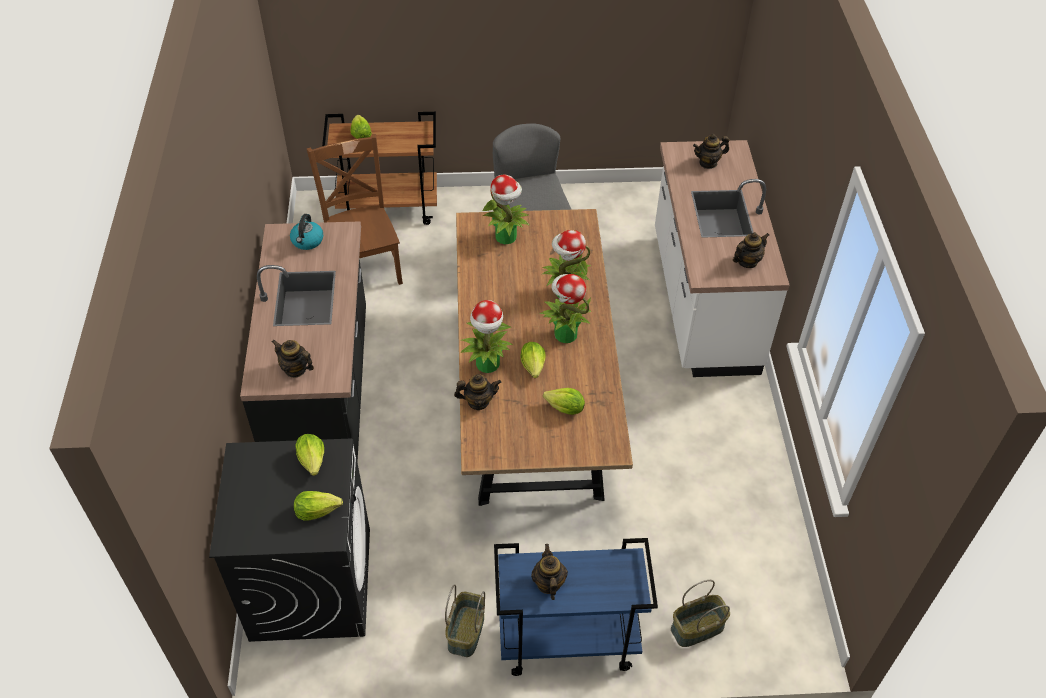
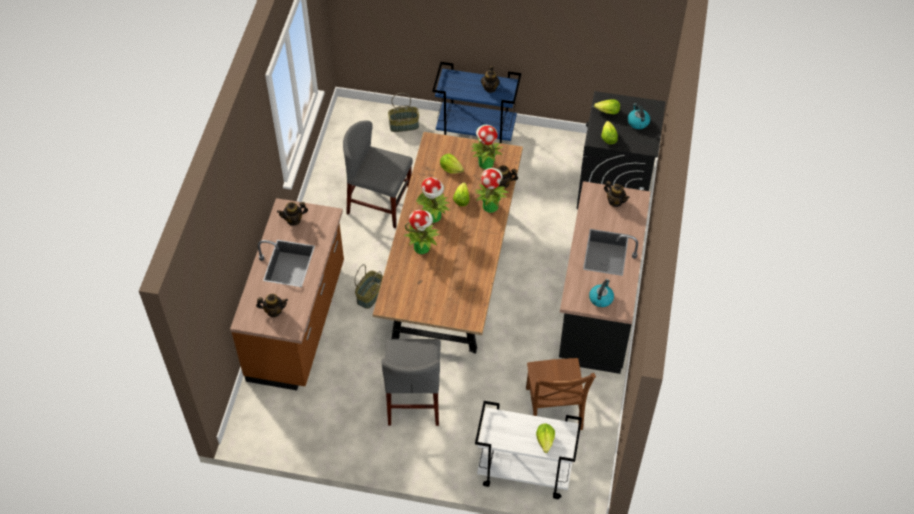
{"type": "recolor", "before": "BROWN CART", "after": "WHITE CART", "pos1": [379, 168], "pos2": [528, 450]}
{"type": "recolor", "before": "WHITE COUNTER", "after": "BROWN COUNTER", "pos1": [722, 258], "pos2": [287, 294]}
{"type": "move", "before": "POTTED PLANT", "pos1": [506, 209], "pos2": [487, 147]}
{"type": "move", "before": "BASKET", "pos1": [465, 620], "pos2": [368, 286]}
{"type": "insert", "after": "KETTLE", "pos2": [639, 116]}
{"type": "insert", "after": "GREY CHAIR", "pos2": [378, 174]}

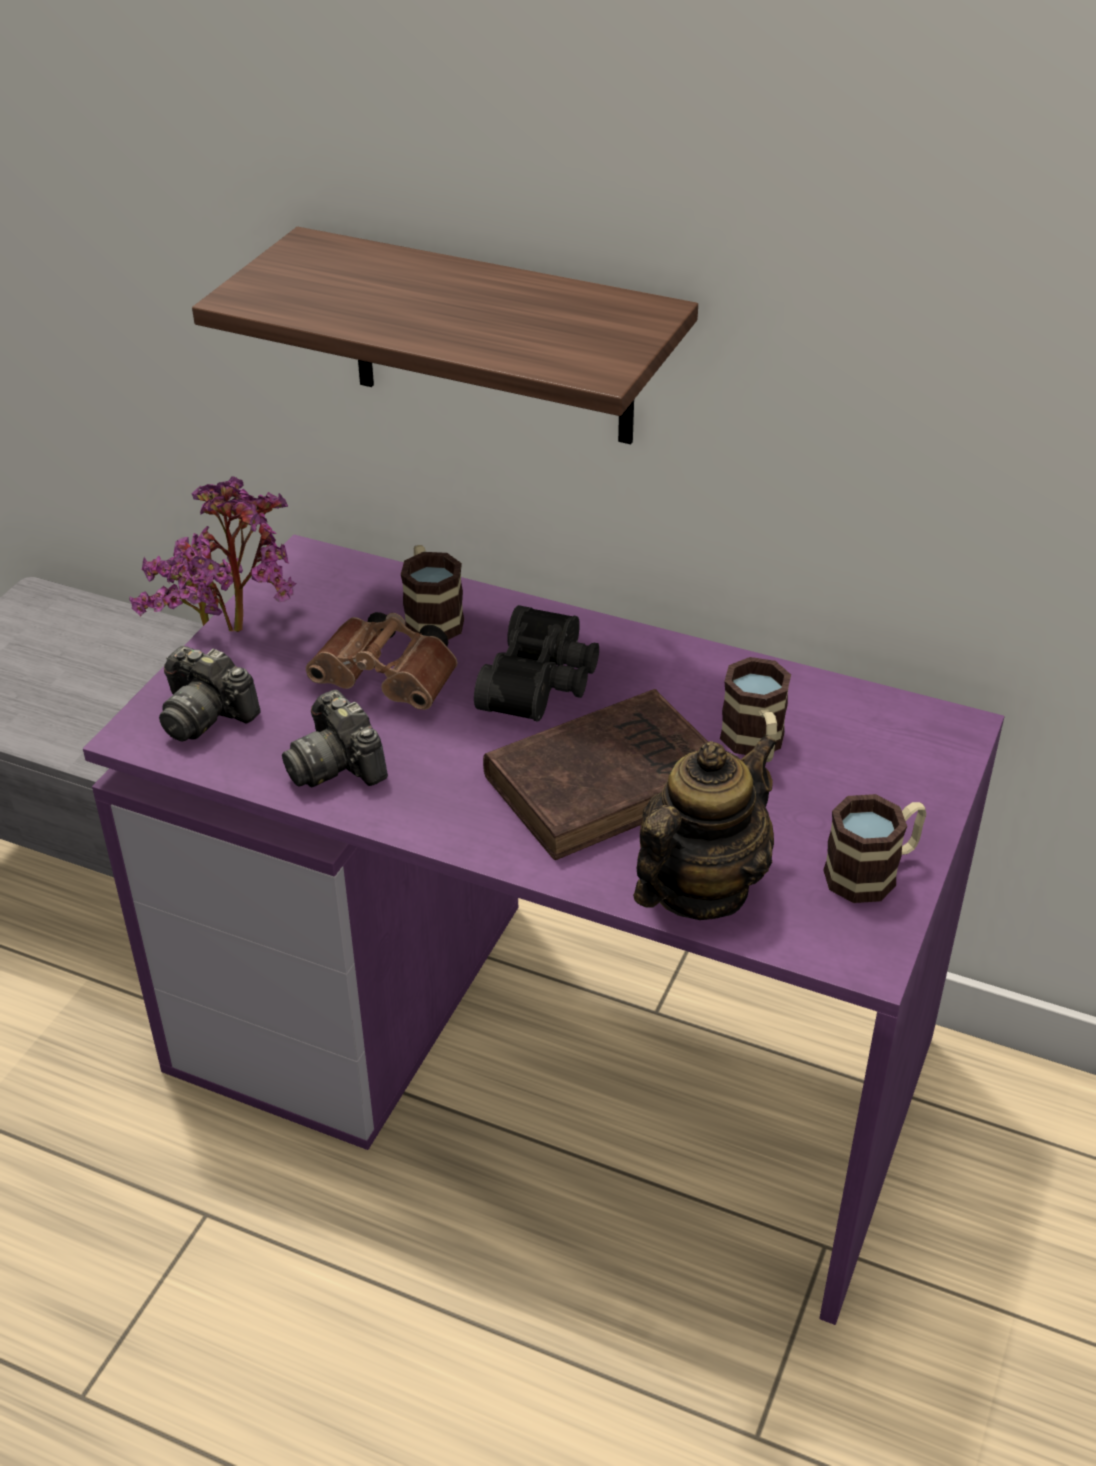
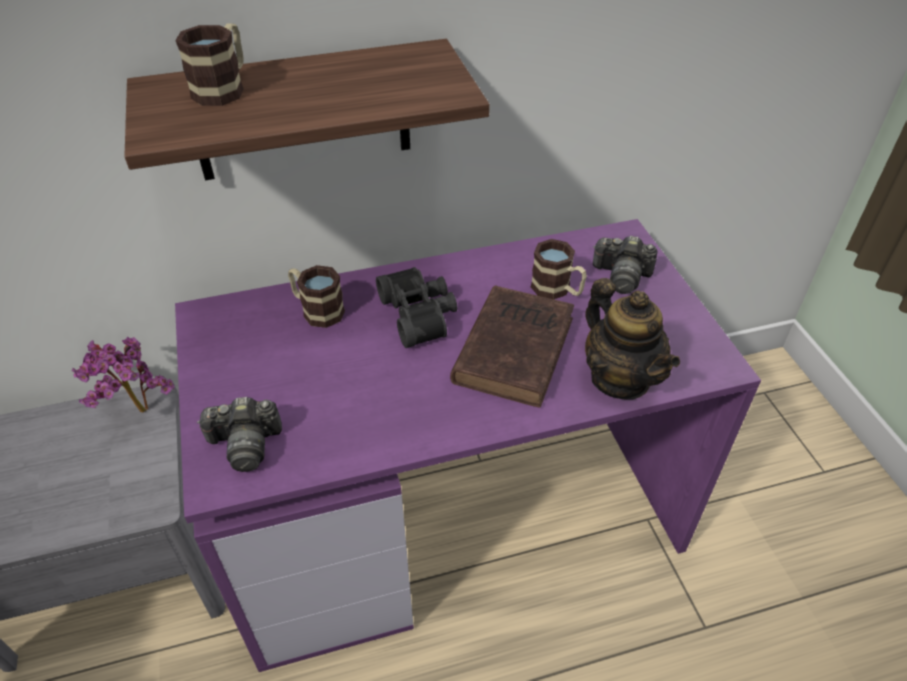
{"type": "delete", "before": "POTTED PLANT", "pos1": [232, 554]}
{"type": "delete", "before": "BROWN BINOCULARS", "pos1": [381, 661]}
{"type": "move", "before": "PHOTO CAMERA", "pos1": [335, 738], "pos2": [625, 264]}
{"type": "rotate", "before": "TEAPOT", "pos1": [705, 827], "pos2": [632, 339], "turn": 150}
{"type": "move", "before": "MUG", "pos1": [874, 848], "pos2": [209, 64]}

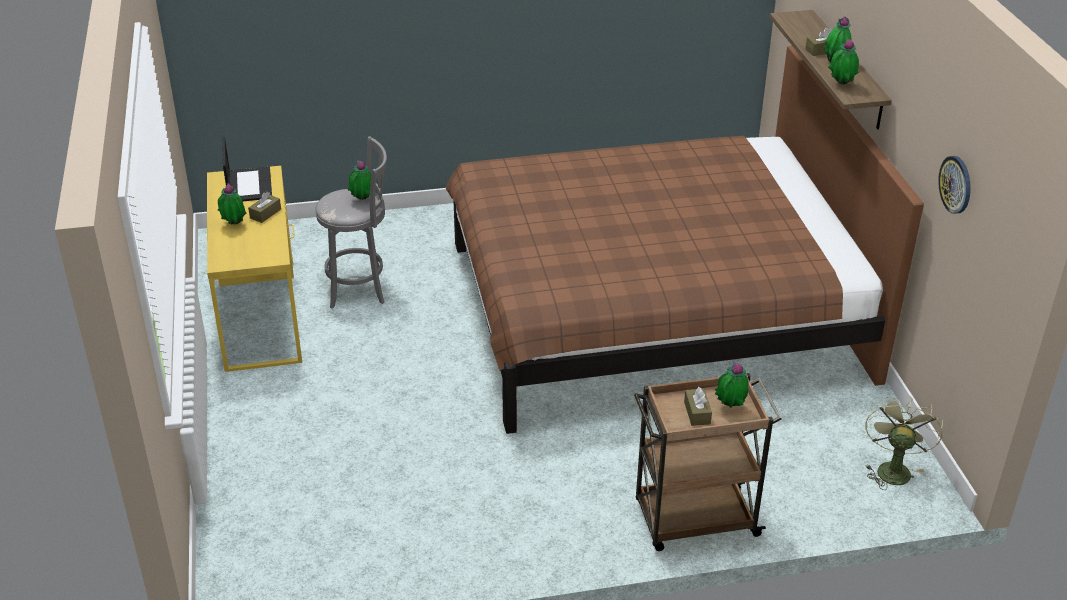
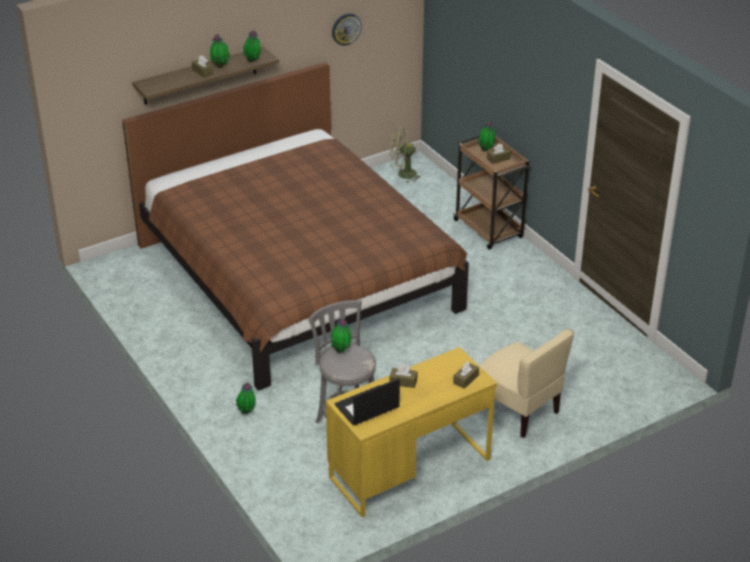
{"type": "move", "before": "POTTED PLANT", "pos1": [232, 203], "pos2": [246, 398]}
{"type": "insert", "after": "BEIGE CHAIR", "pos2": [526, 383]}
{"type": "insert", "after": "BROWN TISSUE BOX", "pos2": [466, 375]}

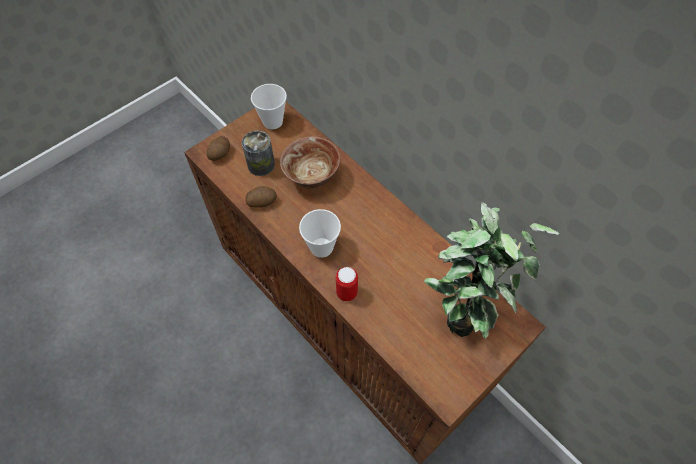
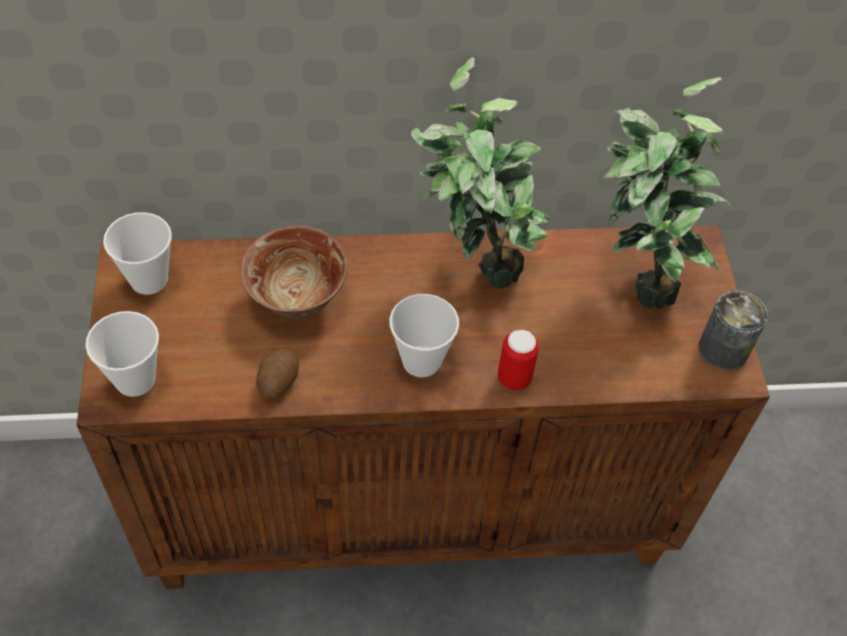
{"type": "move", "before": "CAN", "pos1": [258, 153], "pos2": [733, 331]}
{"type": "replace", "before": "POTATO", "after": "CUP", "pos1": [218, 148], "pos2": [122, 354]}
{"type": "insert", "after": "POTTED PLANT", "pos2": [480, 172]}

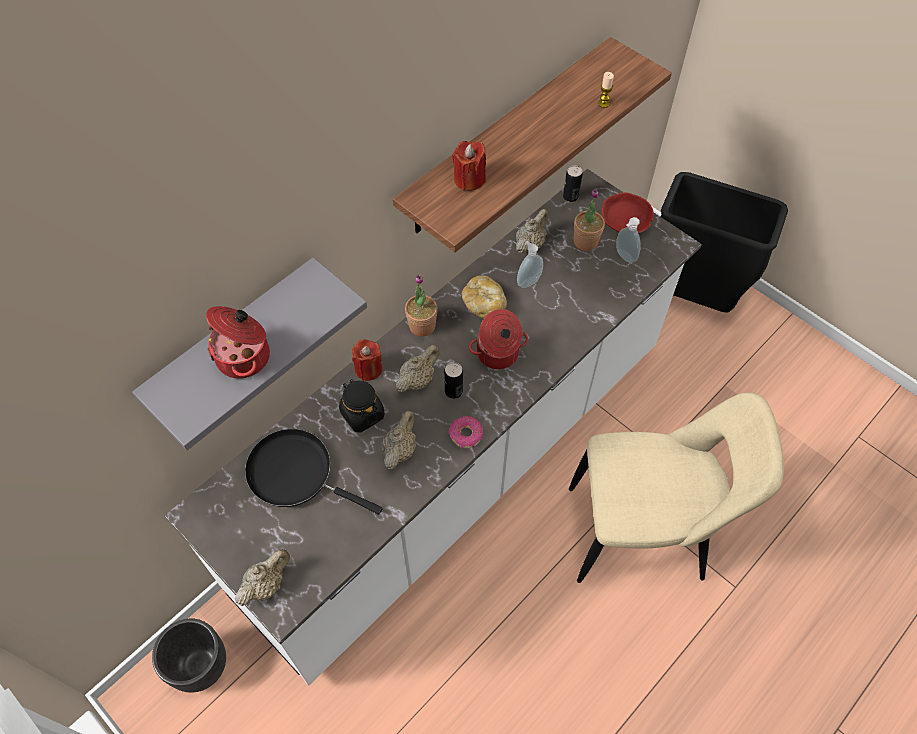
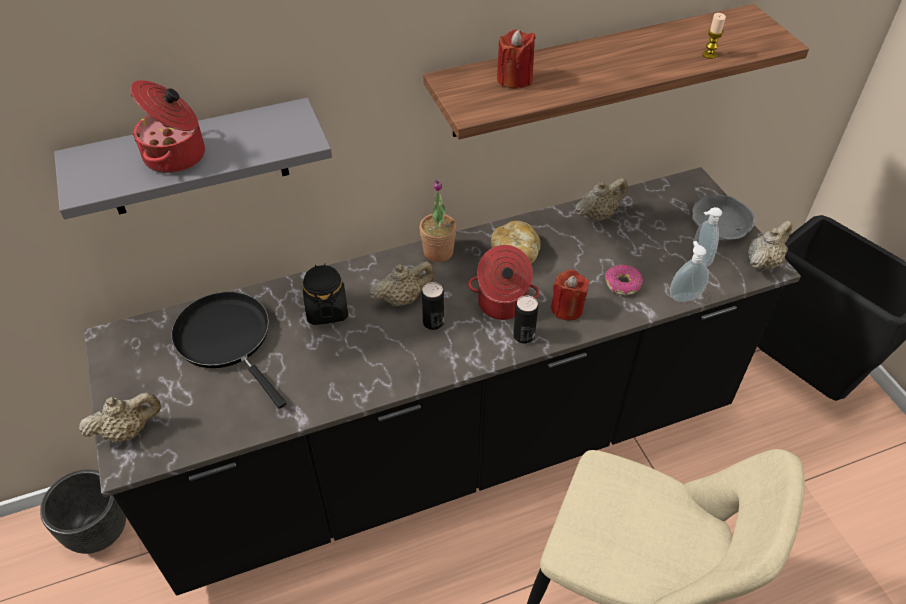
{"type": "move", "before": "CAN", "pos1": [573, 183], "pos2": [525, 320]}
{"type": "recolor", "before": "WHITE COUNTER", "after": "BLACK COUNTER", "pos1": [433, 427], "pos2": [442, 381]}
{"type": "delete", "before": "POTTED PLANT", "pos1": [589, 220]}
{"type": "recolor", "before": "RED BOWL", "after": "GREY BOWL", "pos1": [627, 213], "pos2": [723, 217]}
{"type": "move", "before": "SOAP DISPENSER", "pos1": [530, 264], "pos2": [689, 271]}
{"type": "move", "before": "RED CANDLE", "pos1": [367, 360], "pos2": [570, 295]}
{"type": "move", "before": "BEIGE TEAPOT", "pos1": [398, 440], "pos2": [770, 245]}
{"type": "move", "before": "DONUT", "pos1": [466, 432], "pos2": [624, 279]}

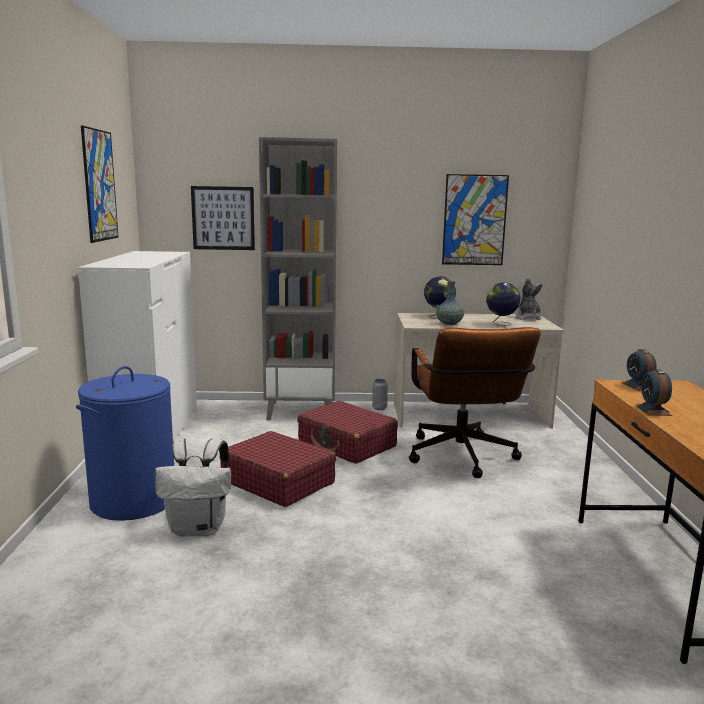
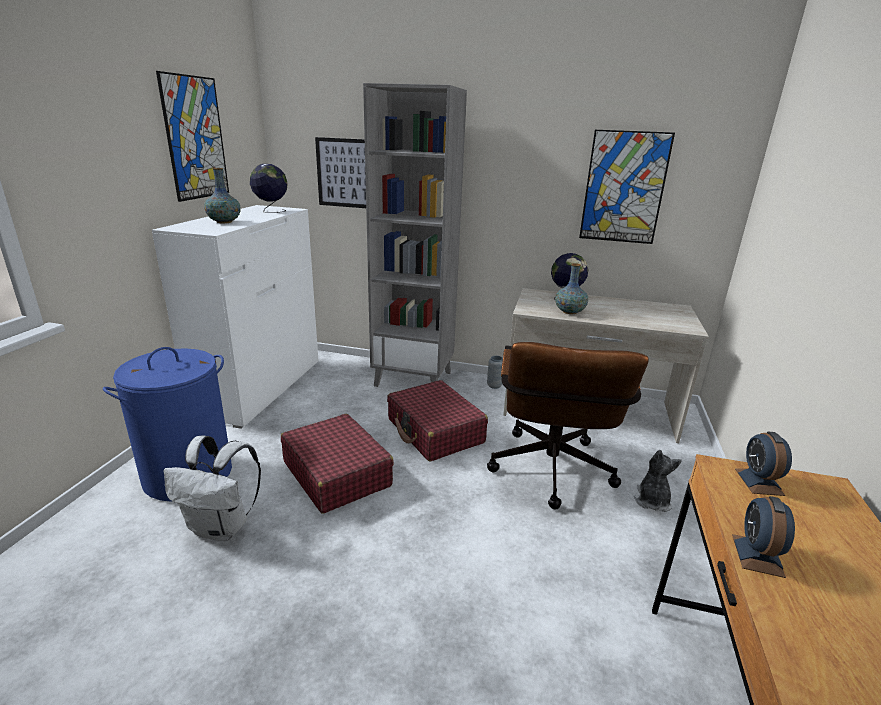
{"type": "move", "before": "PLUSH TOY", "pos1": [529, 299], "pos2": [658, 481]}
{"type": "move", "before": "GLOBE", "pos1": [503, 304], "pos2": [268, 188]}
{"type": "insert", "after": "VASE", "pos2": [222, 195]}

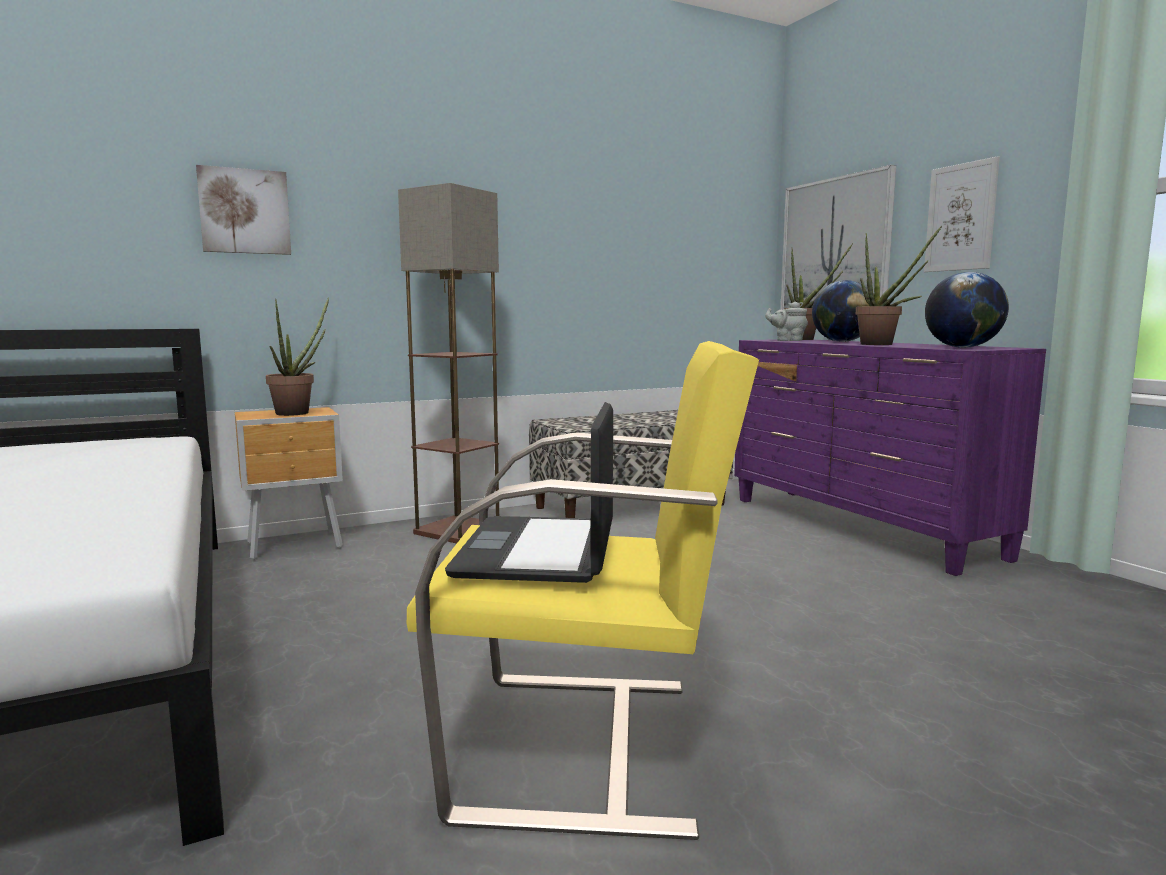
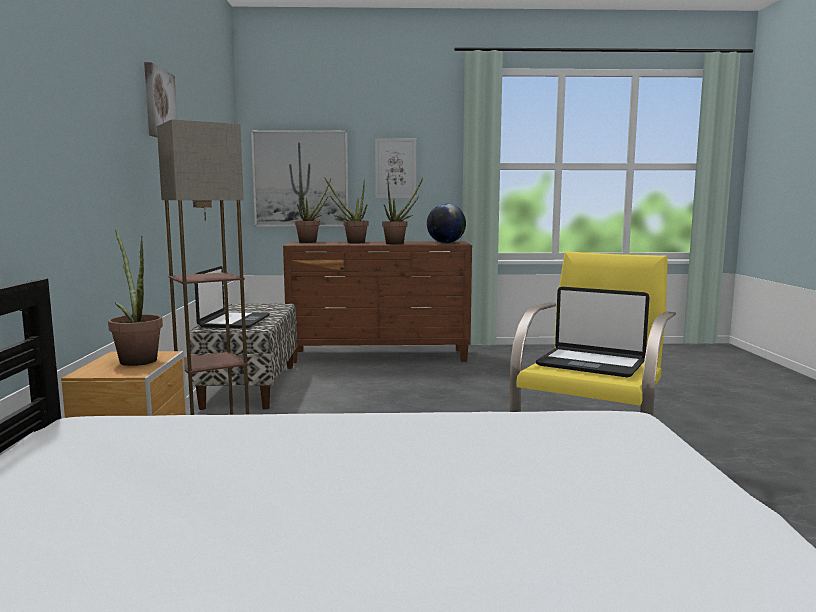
{"type": "move", "before": "PICTURE", "pos1": [243, 210], "pos2": [160, 100]}
{"type": "replace", "before": "GLOBE", "after": "POTTED PLANT", "pos1": [841, 311], "pos2": [346, 210]}
{"type": "delete", "before": "GREY TEAPOT", "pos1": [786, 321]}
{"type": "recolor", "before": "PURPLE DRESSER", "after": "BROWN DRESSER", "pos1": [890, 457], "pos2": [377, 302]}
{"type": "insert", "after": "LAPTOP", "pos2": [232, 297]}

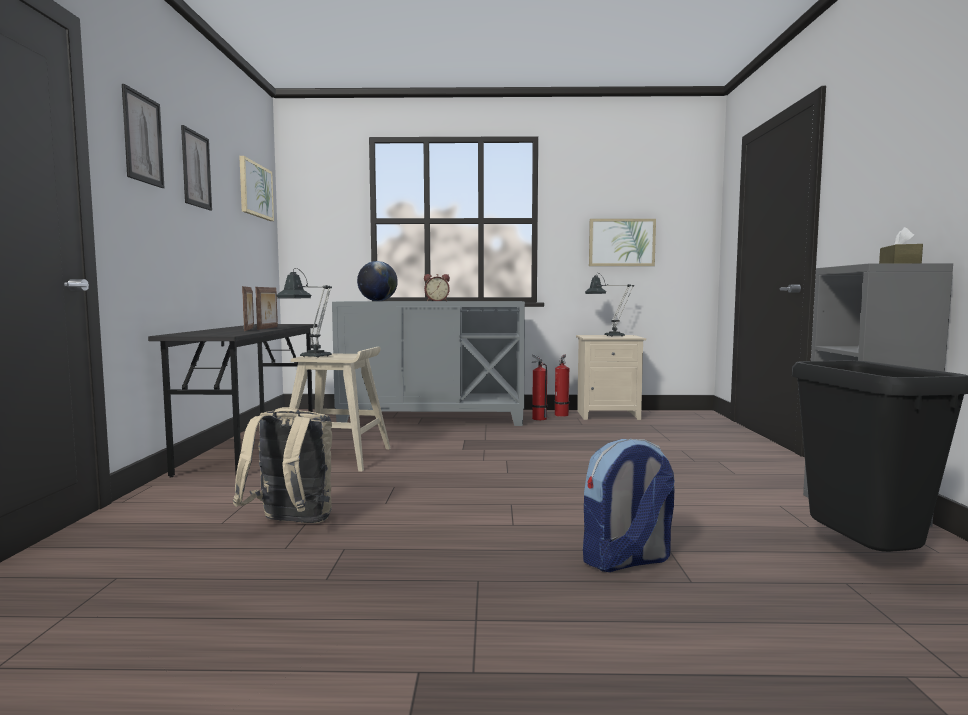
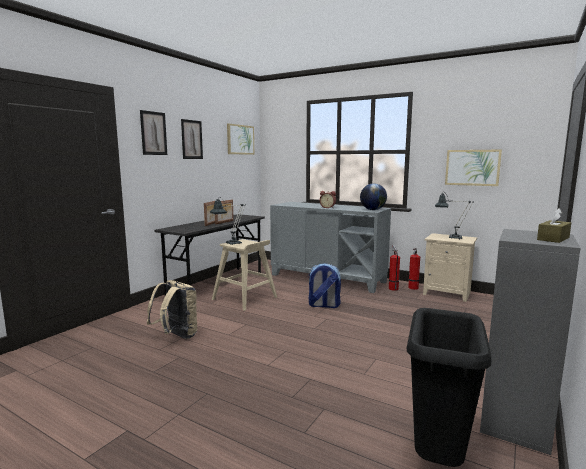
{"type": "move", "before": "GLOBE", "pos1": [377, 281], "pos2": [373, 196]}
{"type": "move", "before": "BACKPACK", "pos1": [629, 505], "pos2": [324, 285]}

